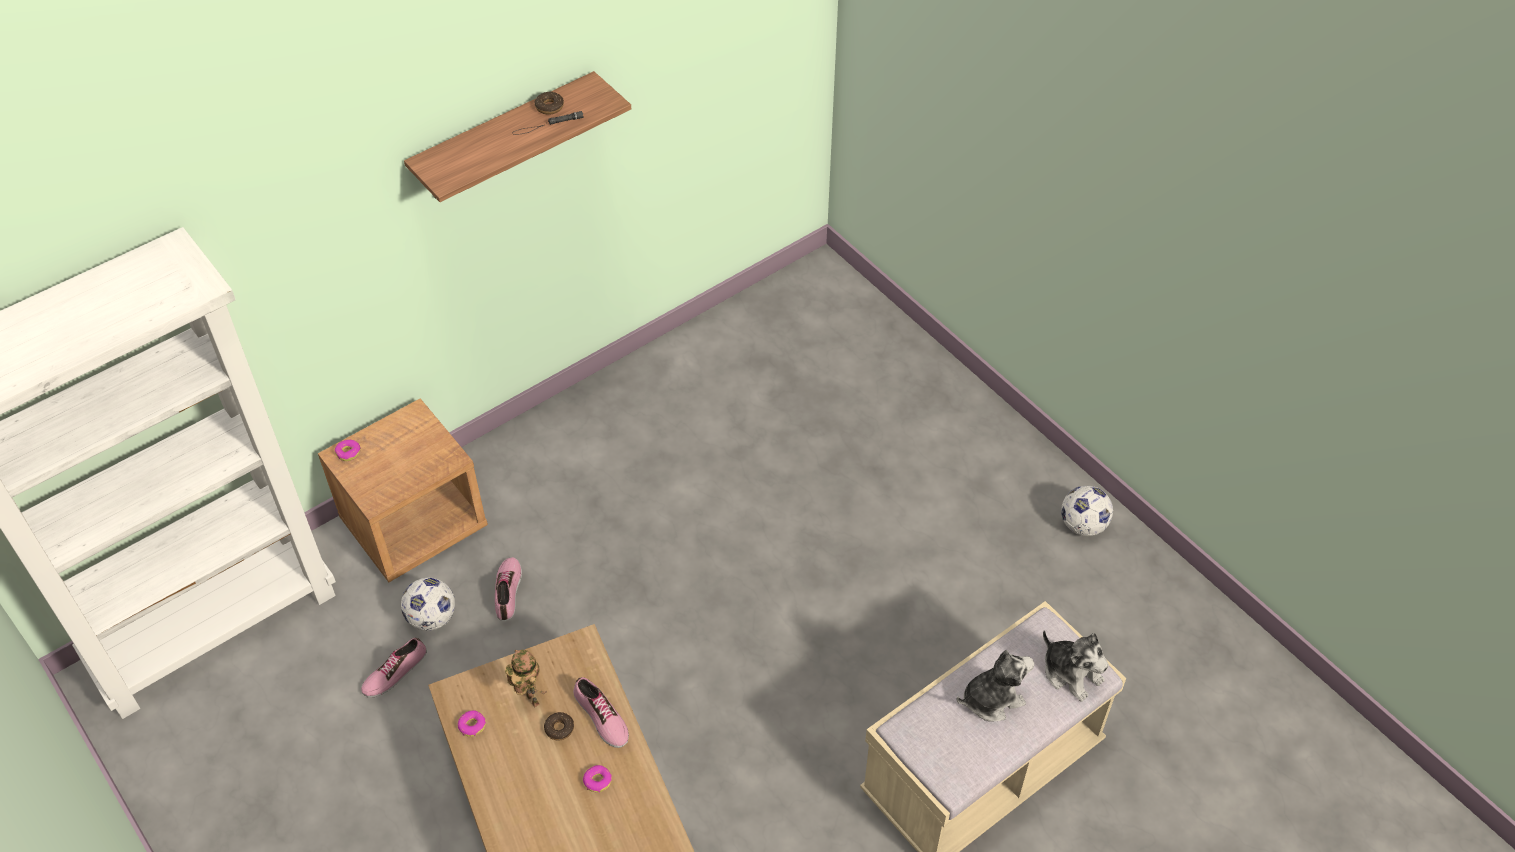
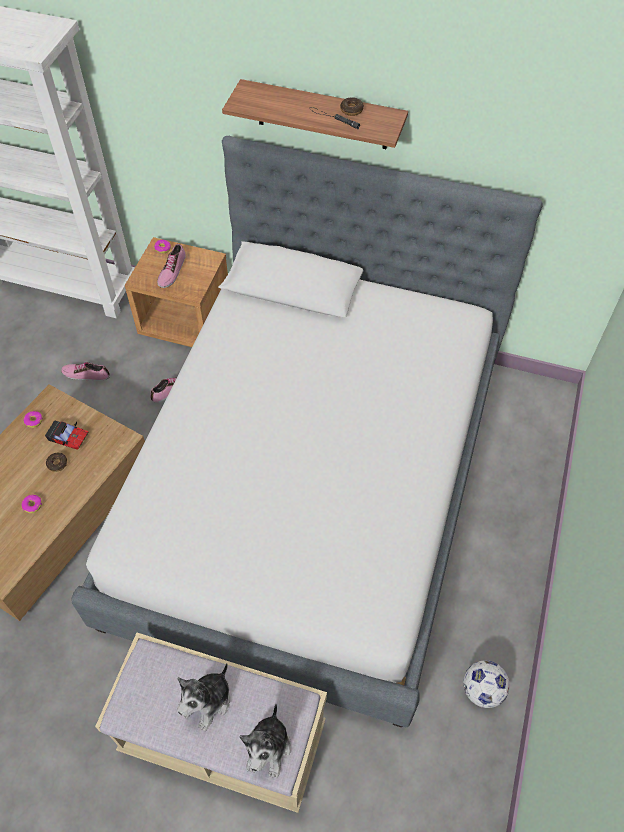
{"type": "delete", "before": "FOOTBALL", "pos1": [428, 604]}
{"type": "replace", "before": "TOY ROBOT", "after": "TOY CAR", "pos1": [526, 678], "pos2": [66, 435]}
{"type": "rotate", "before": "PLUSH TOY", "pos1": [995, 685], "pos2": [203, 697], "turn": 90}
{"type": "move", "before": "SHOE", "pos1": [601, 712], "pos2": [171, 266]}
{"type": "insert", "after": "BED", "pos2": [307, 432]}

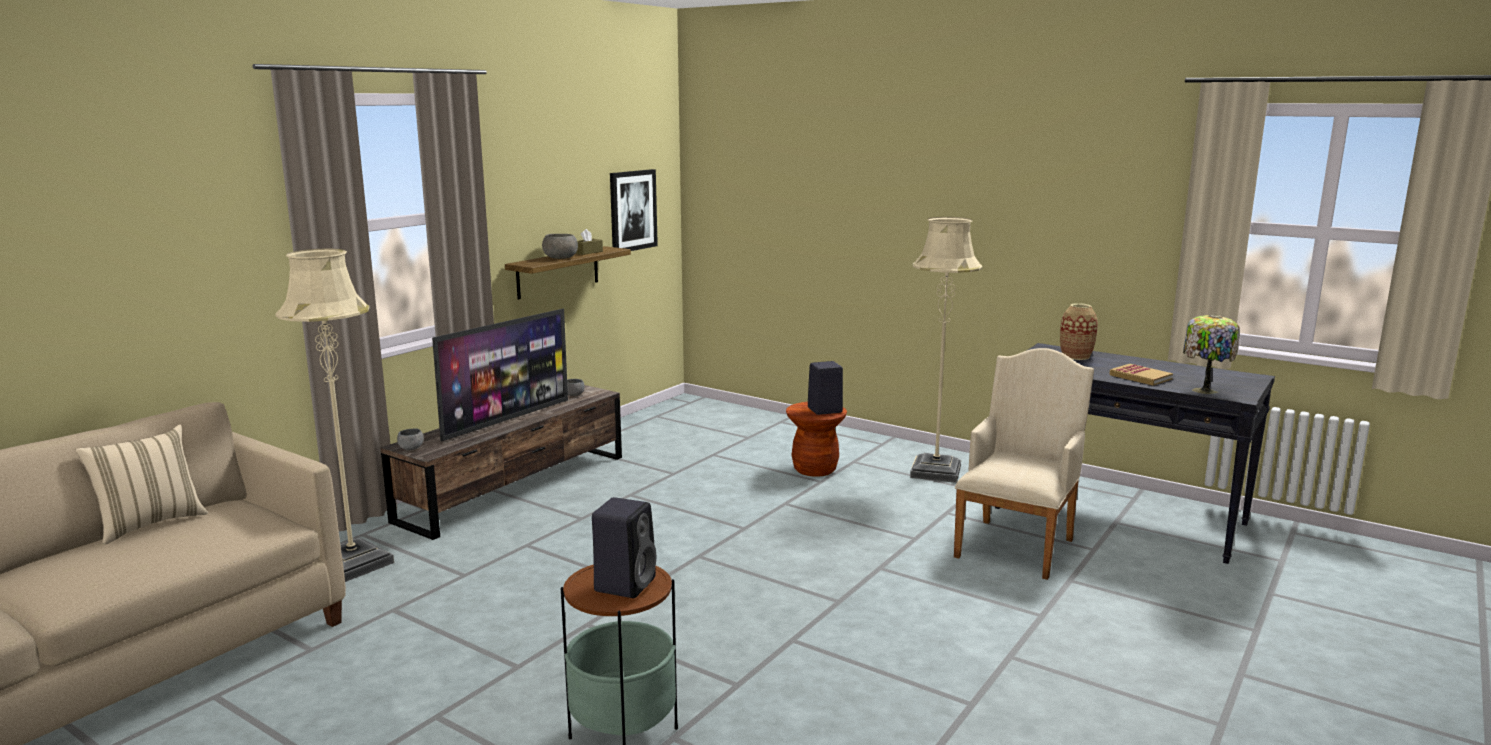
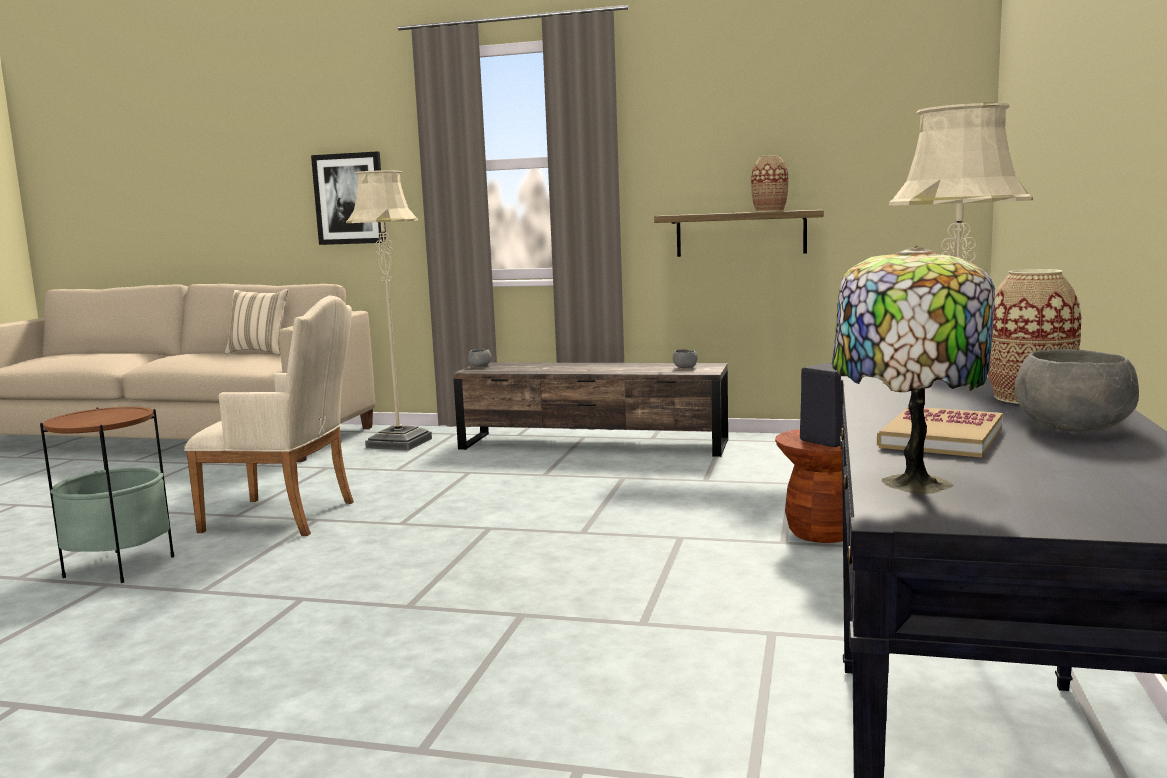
{"type": "move", "before": "PICTURE", "pos1": [634, 210], "pos2": [349, 198]}
{"type": "replace", "before": "BROWN TISSUE BOX", "after": "VASE", "pos1": [589, 242], "pos2": [769, 183]}
{"type": "move", "before": "GREY BOWL", "pos1": [560, 246], "pos2": [1077, 390]}
{"type": "delete", "before": "TELEVISION", "pos1": [500, 375]}
{"type": "move", "before": "BEIGE ARMCHAIR", "pos1": [1024, 464], "pos2": [269, 416]}
{"type": "delete", "before": "BLACK SPEAKER", "pos1": [624, 547]}

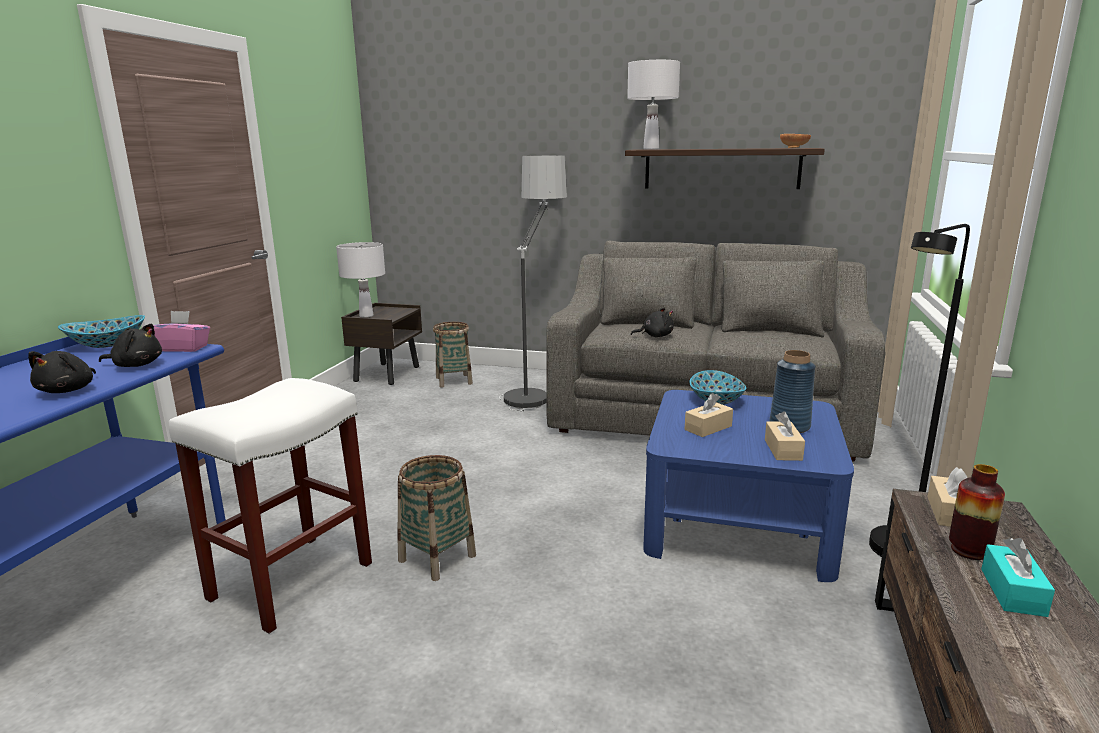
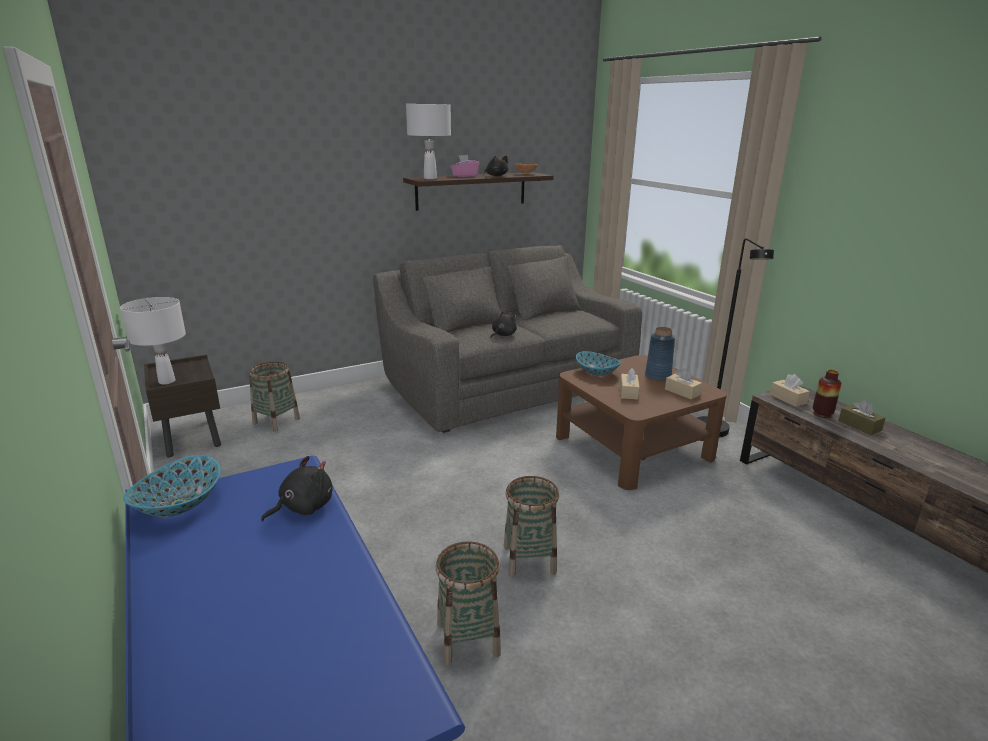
{"type": "delete", "before": "FLOOR LAMP", "pos1": [533, 283]}
{"type": "move", "before": "PINK TISSUE BOX", "pos1": [181, 331], "pos2": [464, 166]}
{"type": "move", "before": "BLACK PLUSH TOY", "pos1": [62, 372], "pos2": [496, 166]}
{"type": "replace", "before": "WHITE STOOL", "after": "BASKET", "pos1": [270, 506], "pos2": [468, 603]}
{"type": "recolor", "before": "BLUE COFFEE TABLE", "after": "BROWN COFFEE TABLE", "pos1": [748, 486], "pos2": [641, 422]}
{"type": "recolor", "before": "TURQUOISE TISSUE BOX", "after": "BROWN TISSUE BOX", "pos1": [1018, 577], "pos2": [862, 417]}

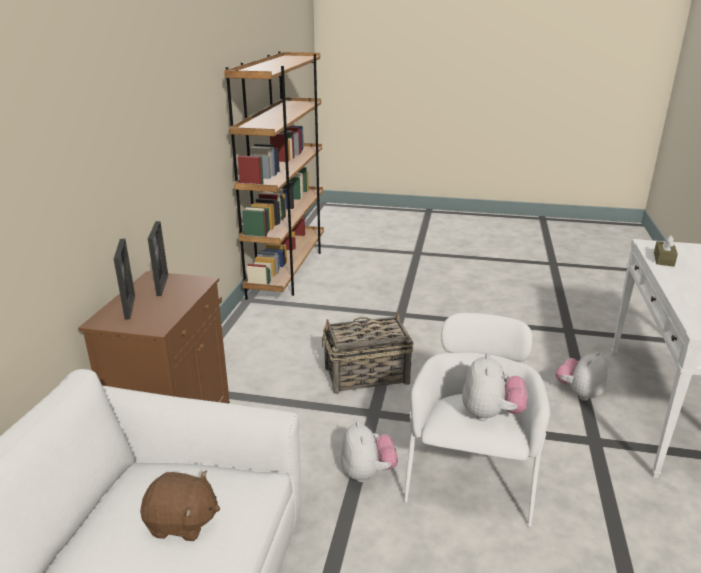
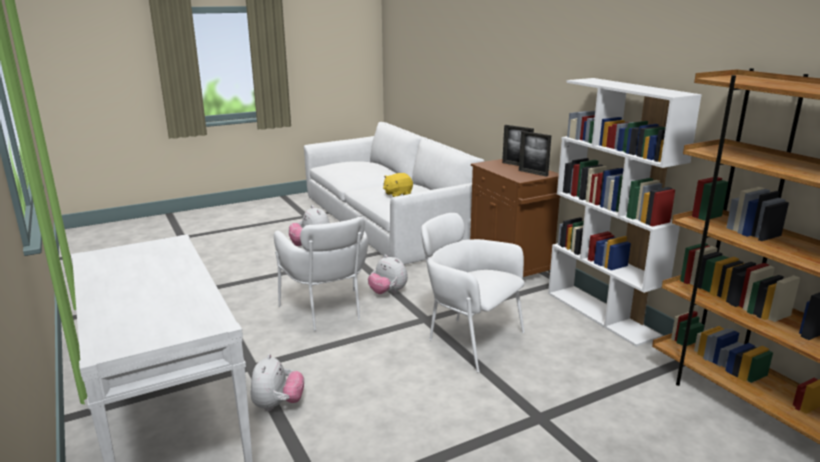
{"type": "delete", "before": "BROWN TISSUE BOX", "pos1": [666, 251]}
{"type": "replace", "before": "BASKET", "after": "WHITE ARMCHAIR", "pos1": [367, 353], "pos2": [473, 293]}
{"type": "recolor", "before": "BROWN PLUSH TOY", "after": "YELLOW PLUSH TOY", "pos1": [180, 506], "pos2": [398, 185]}
{"type": "insert", "after": "WHITE BOOKCASE", "pos2": [625, 212]}

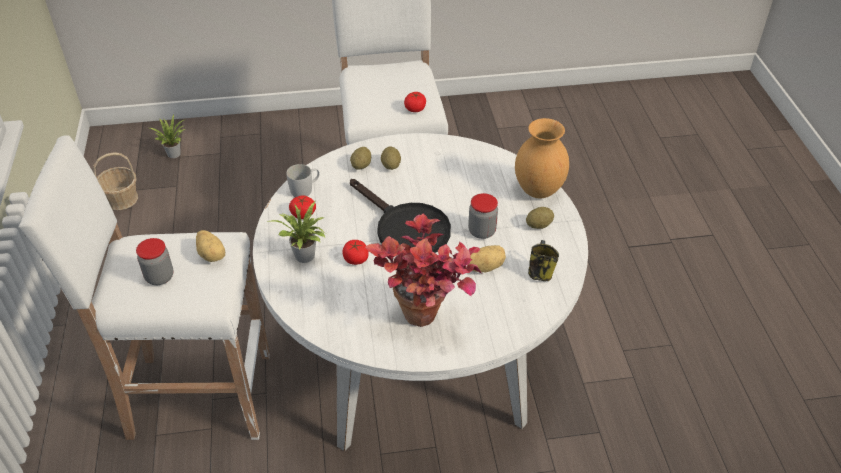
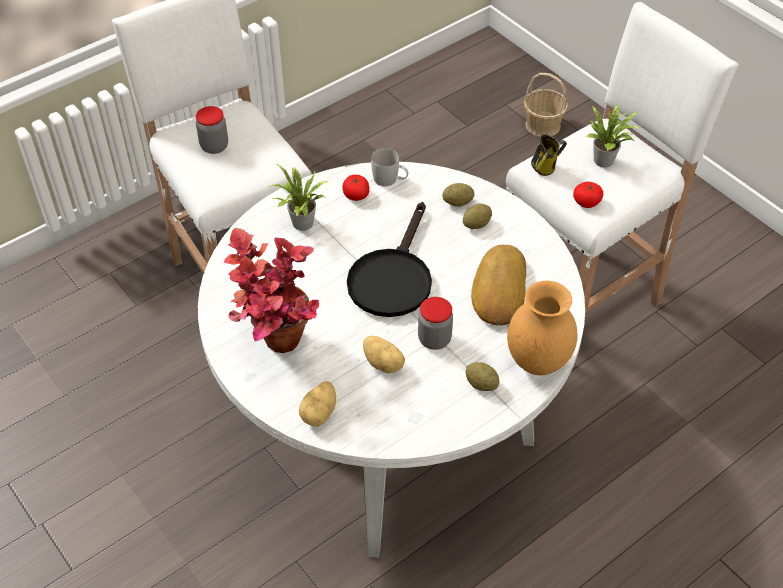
{"type": "move", "before": "POTTED PLANT", "pos1": [167, 136], "pos2": [612, 136]}
{"type": "move", "before": "BASKET", "pos1": [115, 181], "pos2": [546, 105]}
{"type": "move", "before": "POTATO", "pos1": [210, 246], "pos2": [317, 403]}
{"type": "delete", "before": "TOMATO", "pos1": [355, 252]}
{"type": "move", "before": "MUG", "pos1": [543, 260], "pos2": [549, 155]}
{"type": "insert", "after": "BREAD", "pos2": [498, 285]}

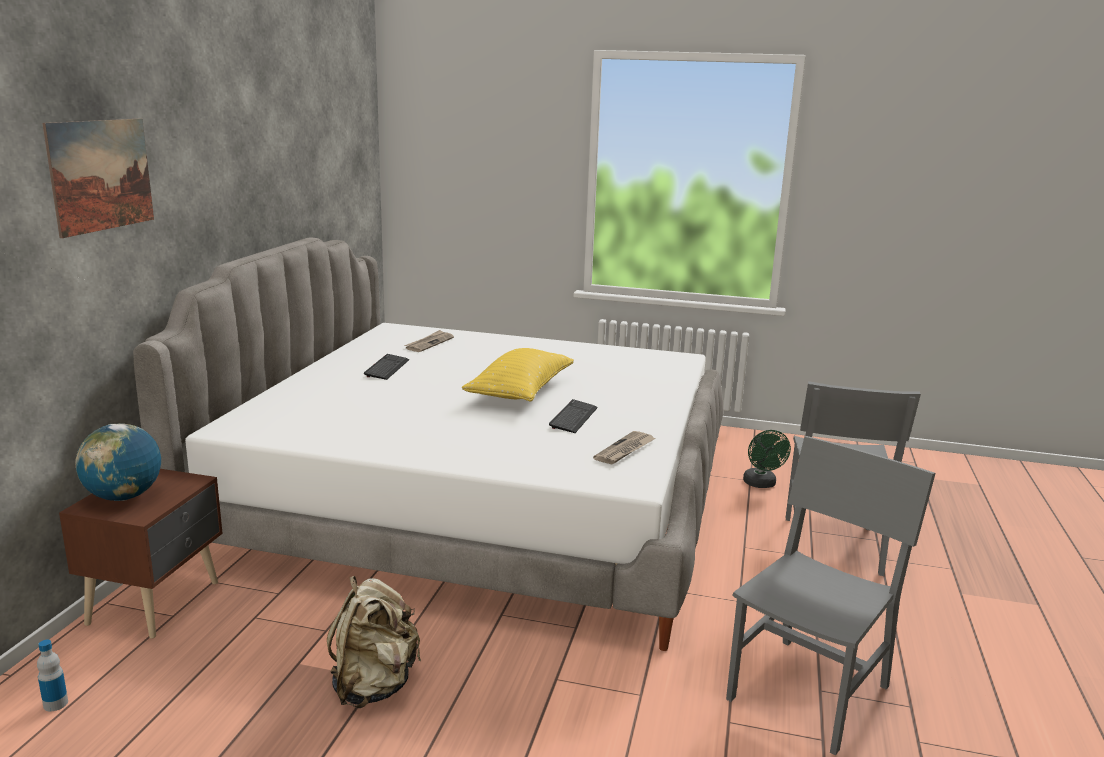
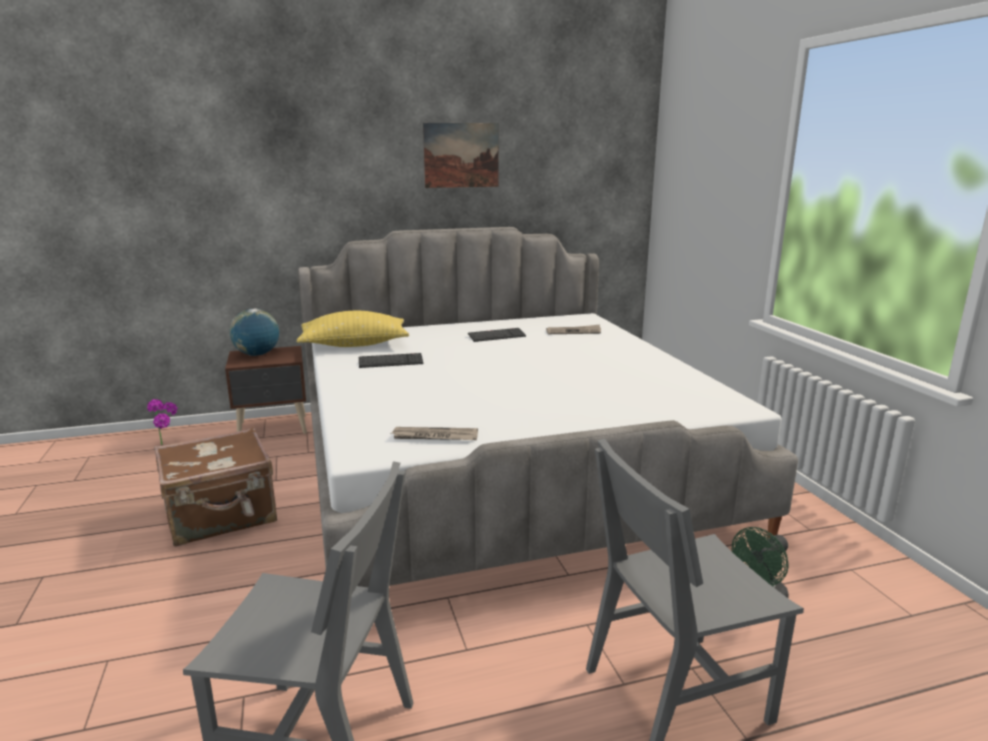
{"type": "move", "before": "PICTURE", "pos1": [98, 178], "pos2": [461, 155]}
{"type": "move", "before": "YELLOW PILLOW", "pos1": [518, 374], "pos2": [352, 329]}
{"type": "move", "before": "KEYBOARD", "pos1": [573, 416], "pos2": [391, 360]}
{"type": "replace", "before": "BEIGE BACKPACK", "after": "BROWN SUITCASE", "pos1": [374, 642], "pos2": [215, 487]}
{"type": "replace", "before": "BOTTLE", "after": "POTTED PLANT", "pos1": [52, 676], "pos2": [162, 422]}

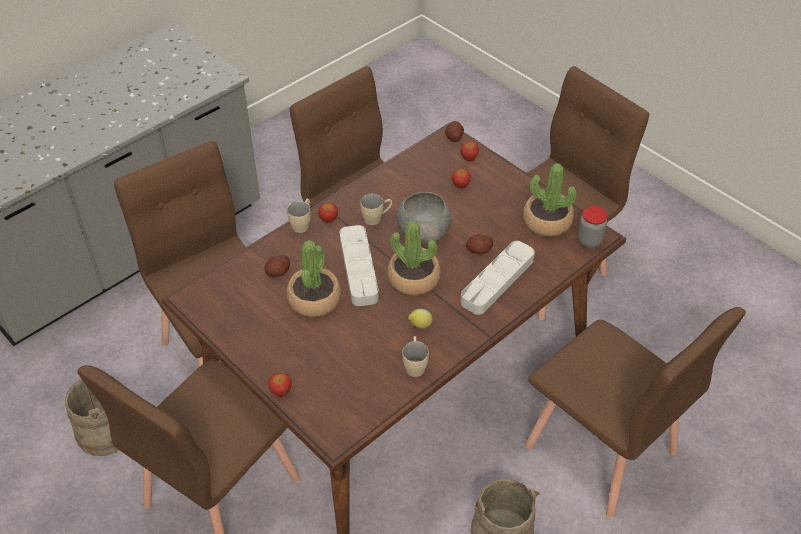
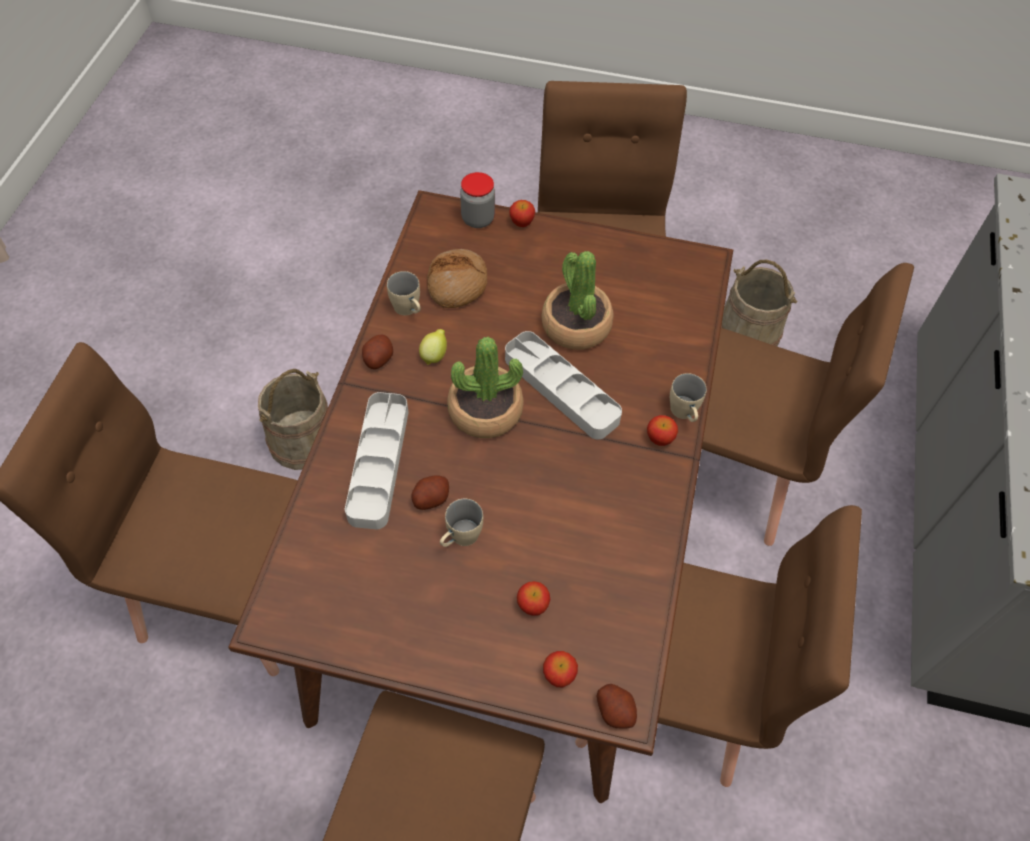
{"type": "delete", "before": "POTTED PLANT", "pos1": [550, 200]}
{"type": "delete", "before": "GREY BOWL", "pos1": [424, 218]}
{"type": "move", "before": "BEIGE MUG", "pos1": [376, 209], "pos2": [461, 523]}
{"type": "move", "before": "JAR", "pos1": [593, 227], "pos2": [477, 200]}
{"type": "move", "before": "POTATO", "pos1": [277, 266], "pos2": [377, 351]}
{"type": "insert", "after": "BREAD", "pos2": [457, 278]}

